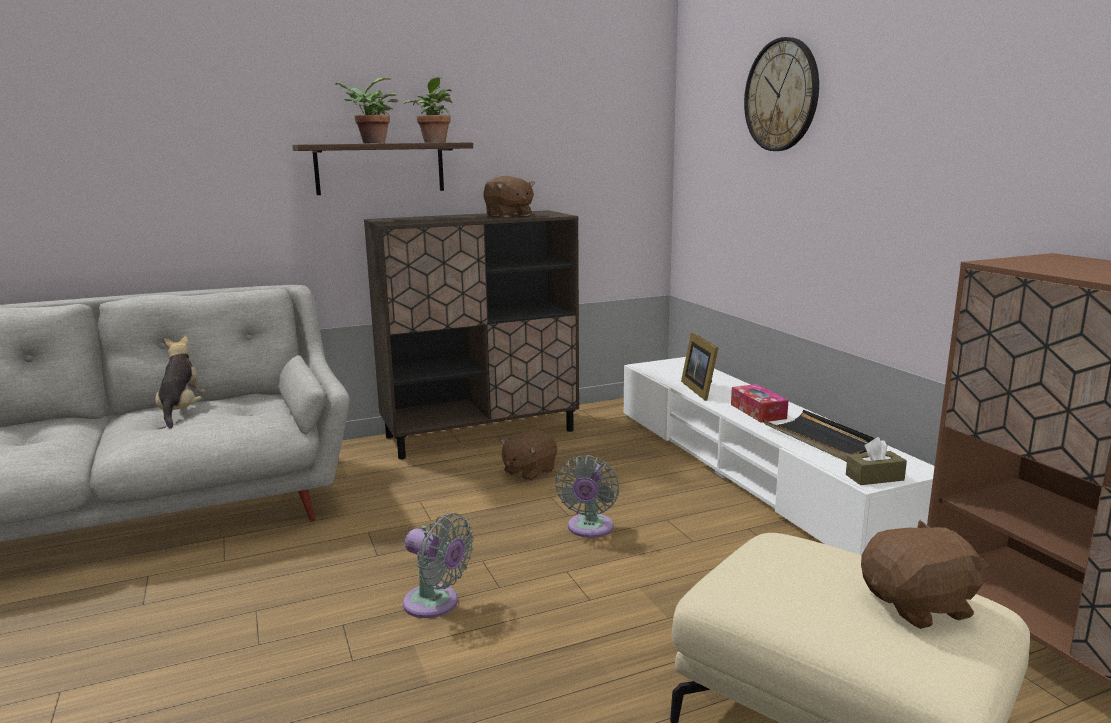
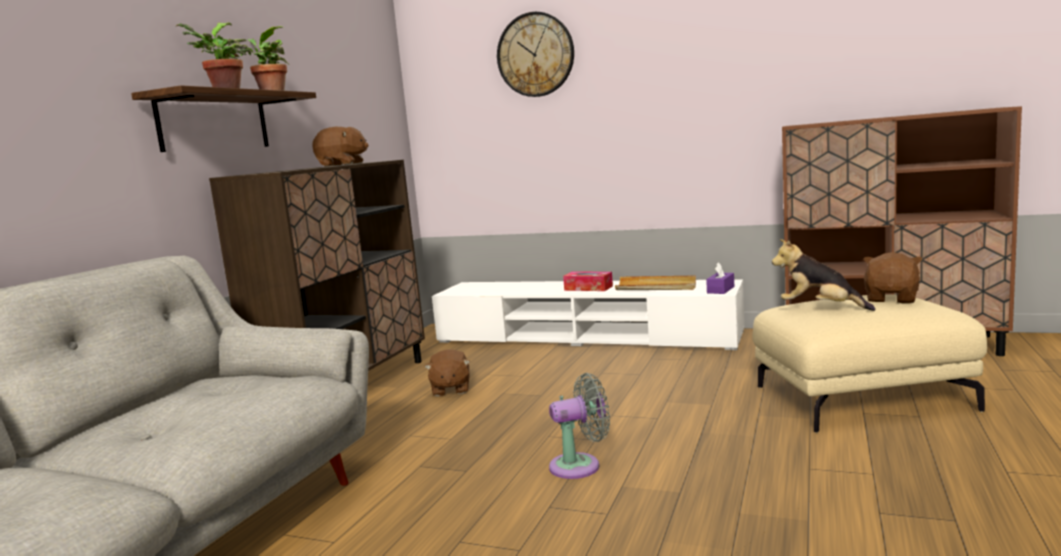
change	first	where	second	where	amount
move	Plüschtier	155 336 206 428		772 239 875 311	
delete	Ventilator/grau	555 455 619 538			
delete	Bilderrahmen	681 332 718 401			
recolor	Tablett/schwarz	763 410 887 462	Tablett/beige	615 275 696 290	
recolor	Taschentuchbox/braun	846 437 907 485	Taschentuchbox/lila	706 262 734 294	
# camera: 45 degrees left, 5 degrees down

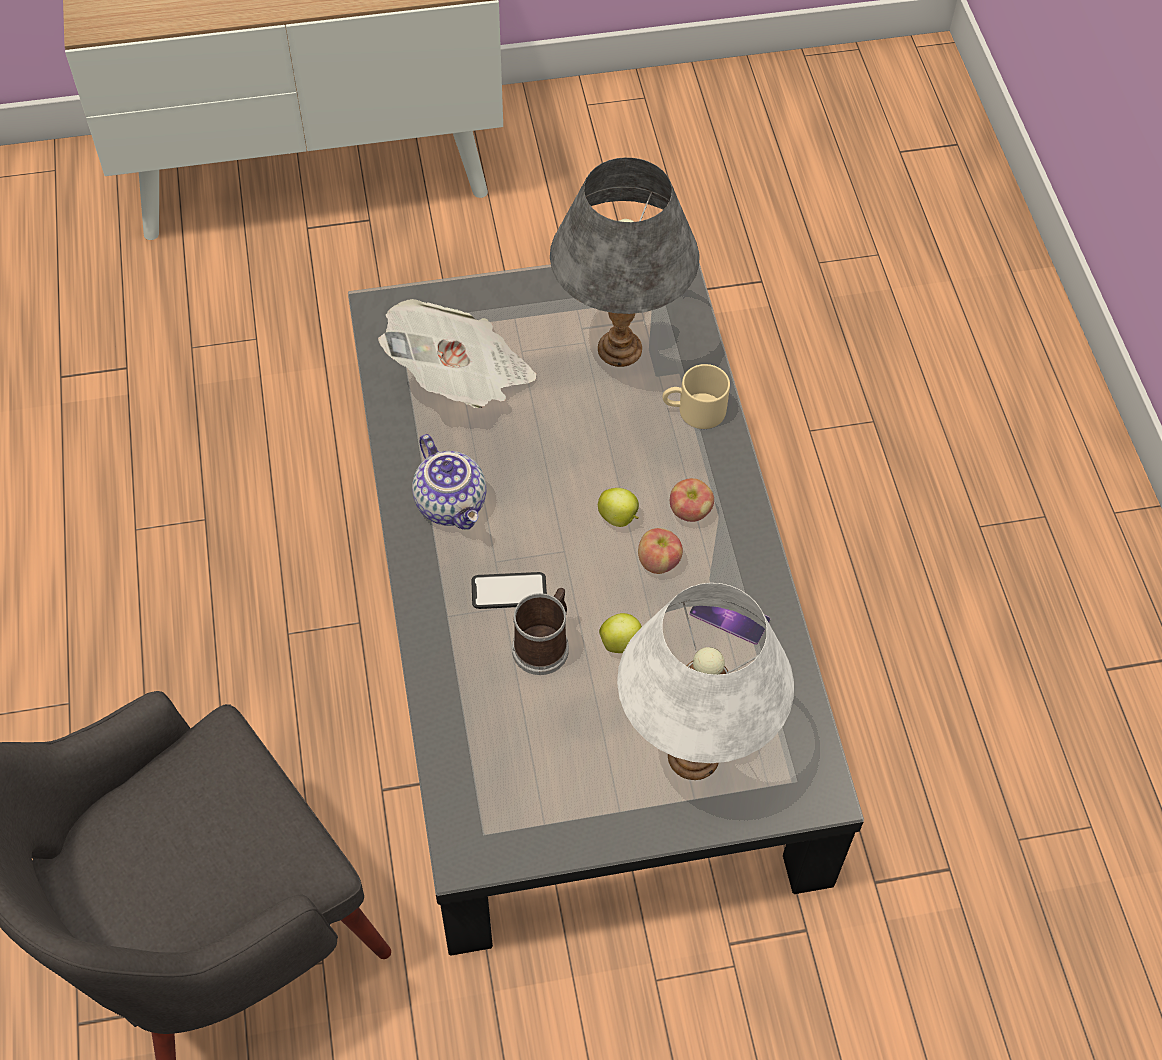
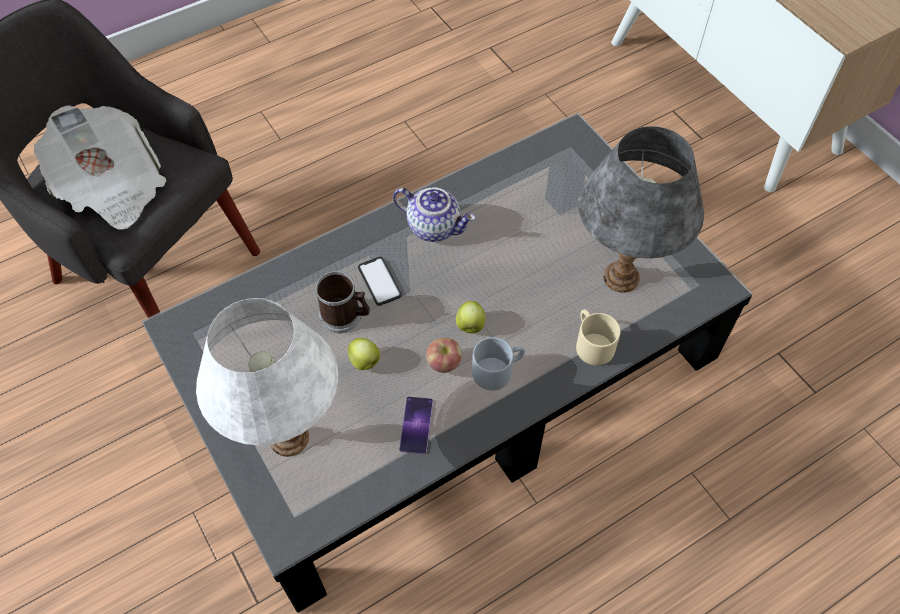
change	first	where	second	where	amount
move	Zeitung	378 299 536 408		34 105 167 230	
rotate	Teekanne	412 434 486 530		393 187 476 242	105 degrees counterclockwise
replace	Apfel	670 478 714 522	Henkelbecher/grau	472 337 525 391	
# camera: 70 degrees right, 0 degrees up

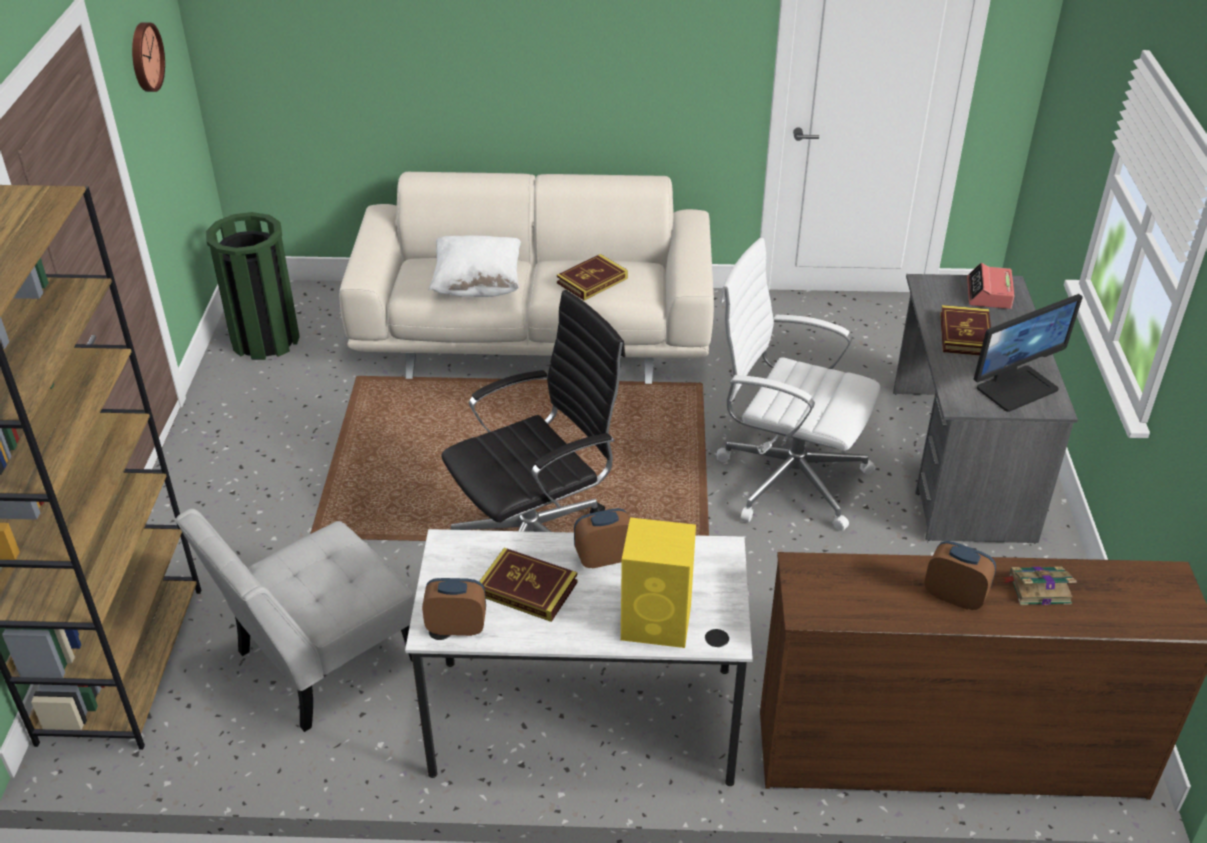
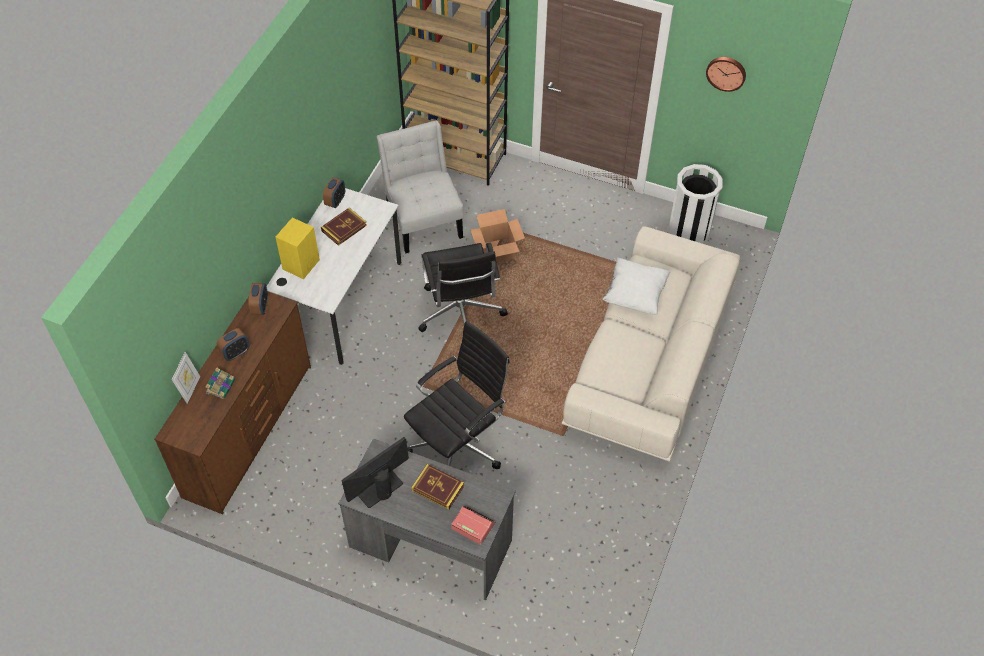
change	first	where	second	where	amount
recolor	Mülleimer/grün	206 212 300 360	Mülleimer/weiß	668 164 722 244	
delete	Buch	557 254 628 300			
move	Wecker	574 508 630 569		248 283 268 315	
recolor	Bürostuhl/weiß	716 238 880 531	Bürostuhl/schwarz	404 321 510 469	
rotate	Monitor	974 294 1083 412		342 437 409 508	60 degrees clockwise
insert			Bilderrahmen	171 352 200 404	
insert			Karton	470 209 525 262	
# camera: 110 degrees right, 15 degrees up

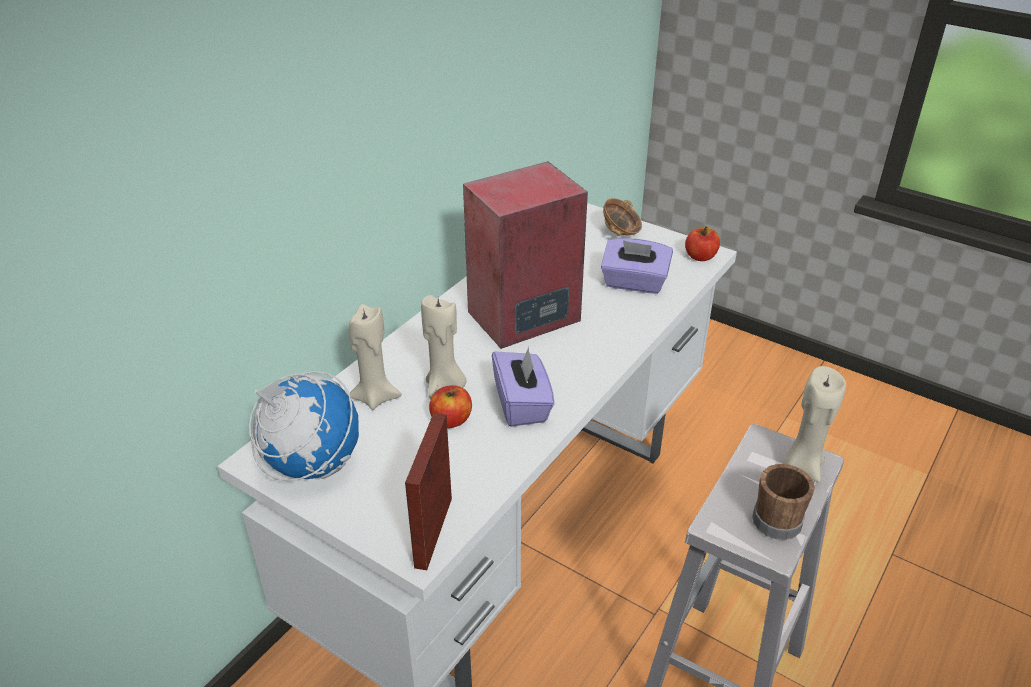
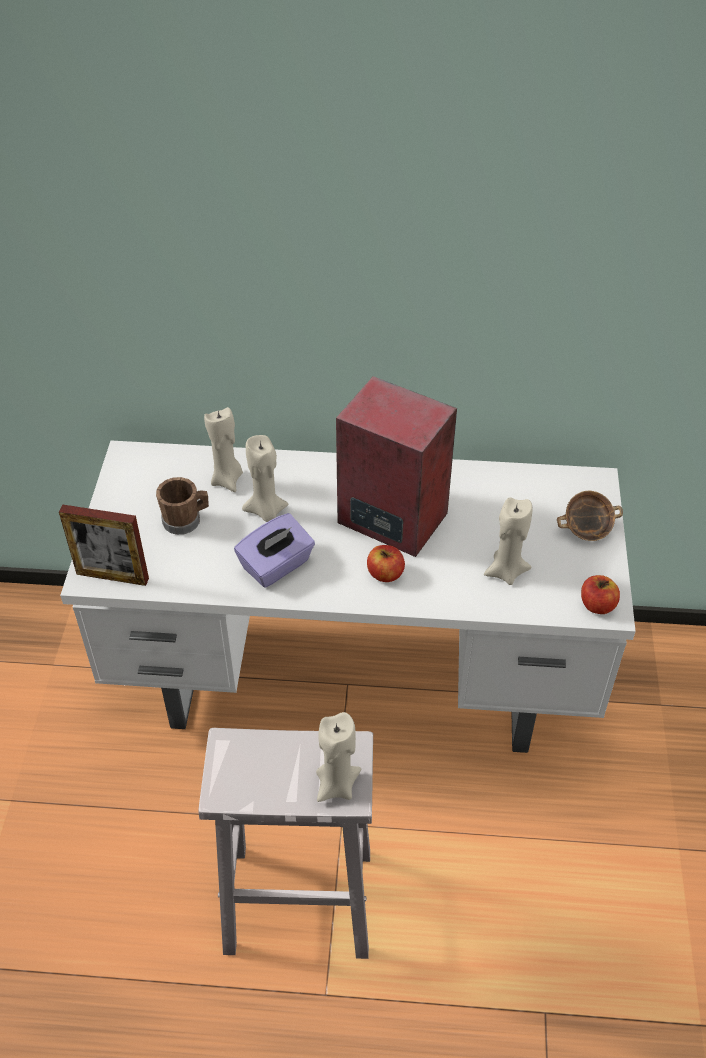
change	first	where	second	where	amount
delete	Globus	249 371 359 482			
rotate	Bilderrahmen	405 413 452 570		59 505 149 586	150 degrees counterclockwise
move	Apfel	429 385 472 428		367 545 405 582	
replace	Taschentuchbox/lila	601 238 673 294	Kerze/beige	484 497 533 585	
move	Henkelbecher/braun	752 464 815 540		156 477 209 535	
# camera: 60 degrees right, 10 degrees up

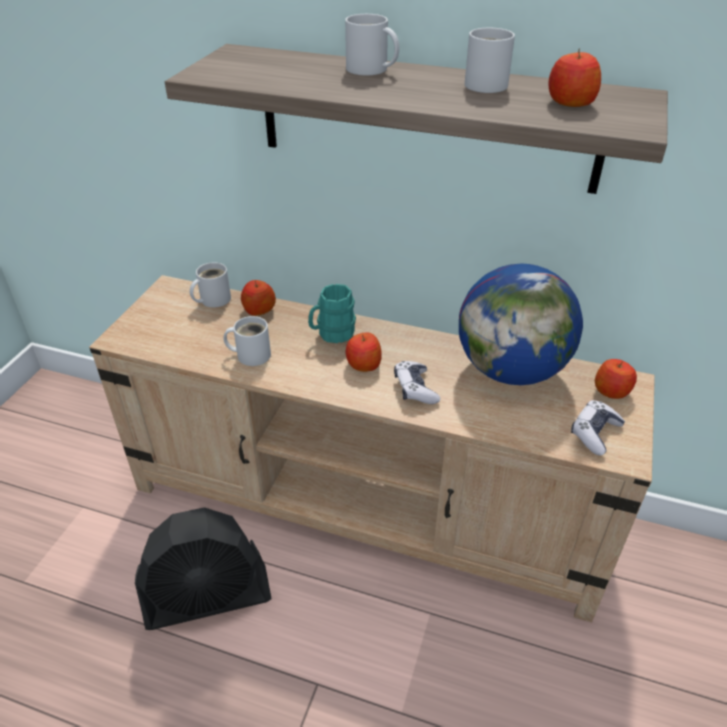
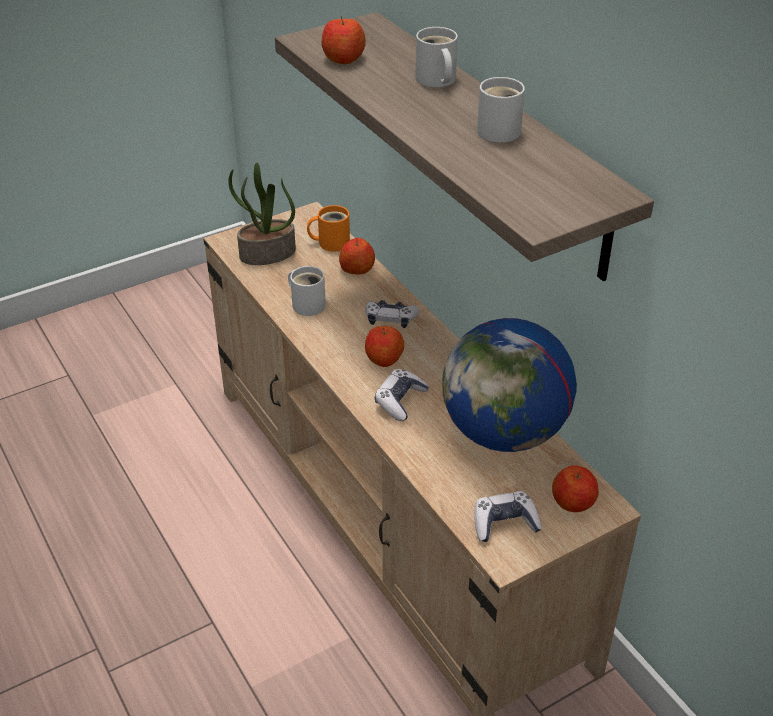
change	first	where	second	where	amount
delete	Ventilator/schwarz	135 507 272 630			
recolor	Henkelbecher/weiß	190 263 231 307	Henkelbecher/orange	307 205 350 252	
replace	Henkelbecher/türkis	308 284 356 343	Gamepad	365 300 419 328	
move	Apfel	548 49 601 107		322 16 366 64	
insert			Topfpflanze	228 163 296 265	
# camera: 40 degrees right, 0 degrees up

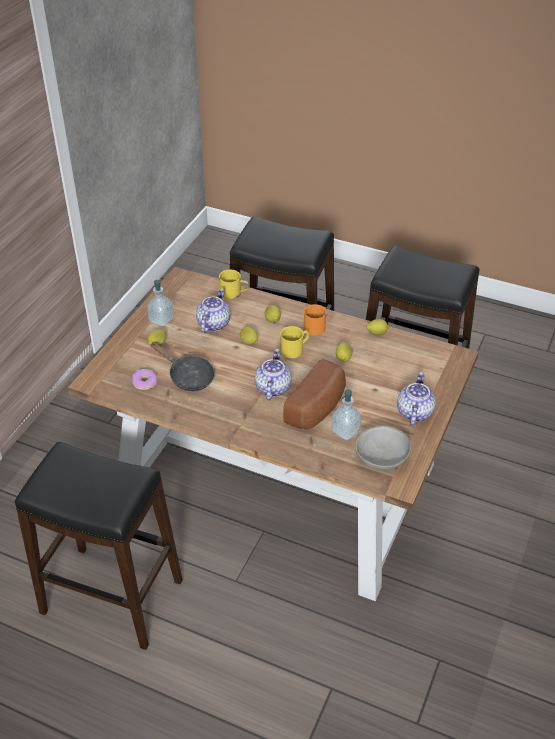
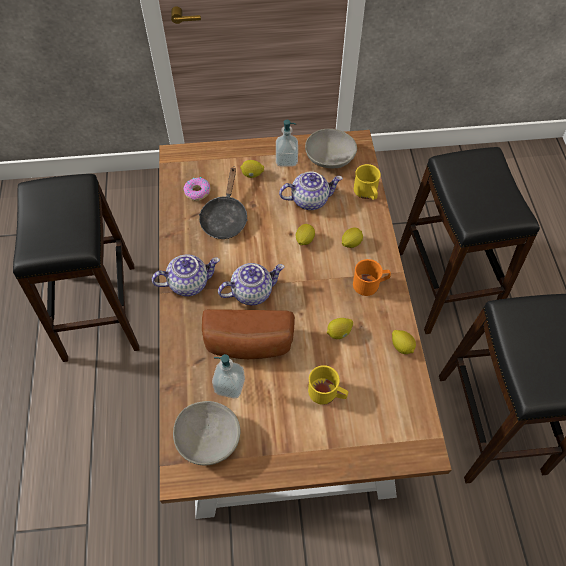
change	first	where	second	where	amount
move	Henkelbecher/gelb	280 326 309 358		308 365 348 405	
move	Teekanne	397 372 436 426		152 254 220 296	
insert			Schüssel/grau	305 129 357 168	
# camera: 60 degrees right, 15 degrees up

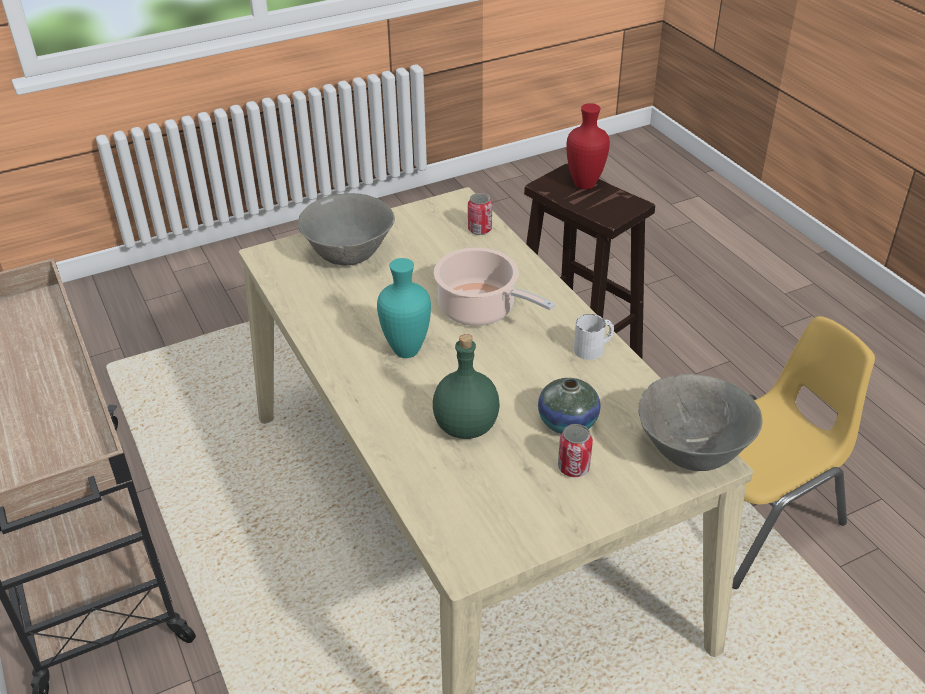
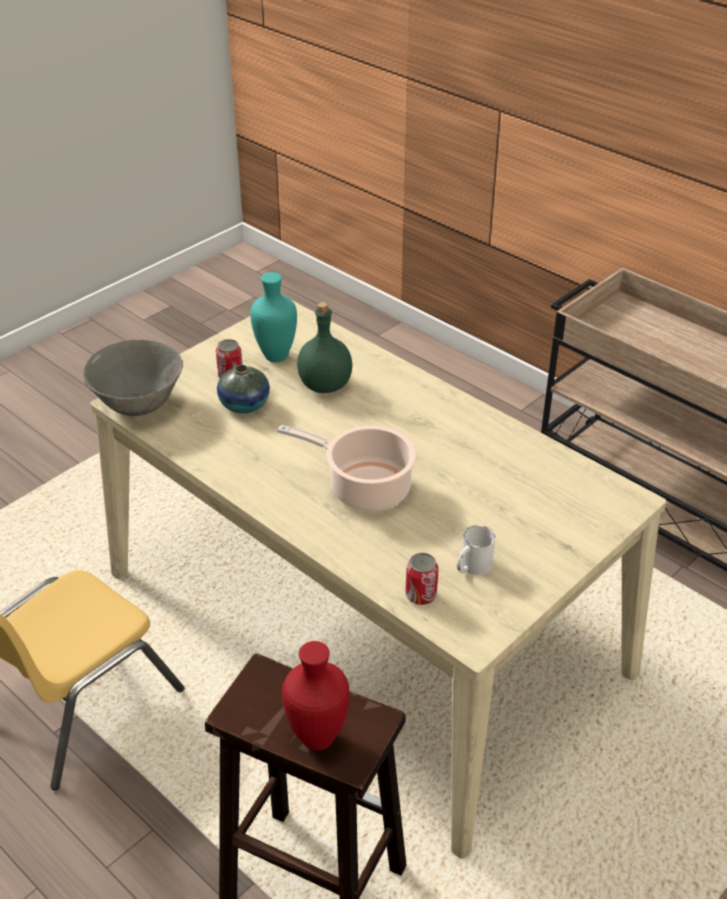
change	first	where	second	where	amount
delete	Schüssel/grau	298 193 395 266			
move	Vase/türkis	377 258 431 358		250 272 297 362	
move	Henkelbecher/weiß	574 314 614 360		457 525 495 575	
# camera: 160 degrees right, 0 degrees up

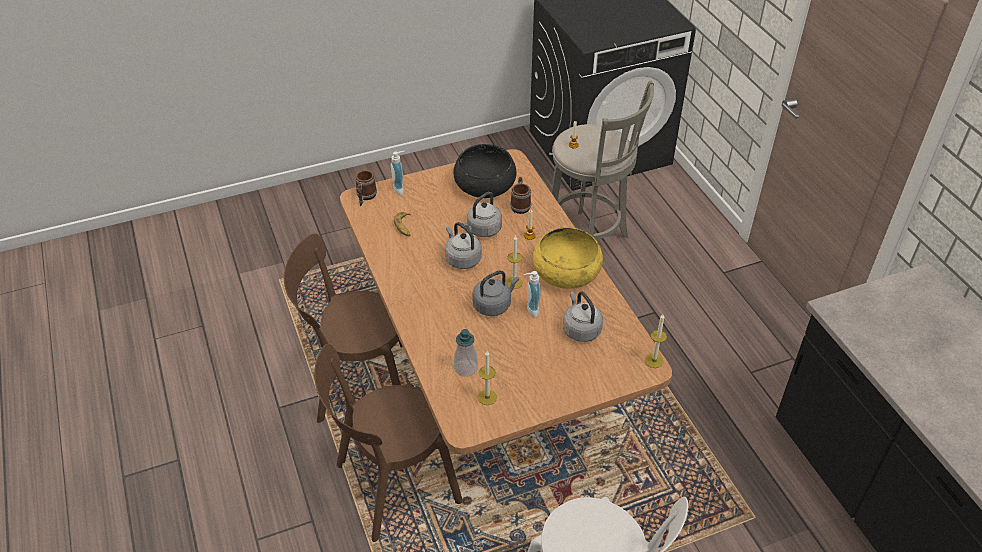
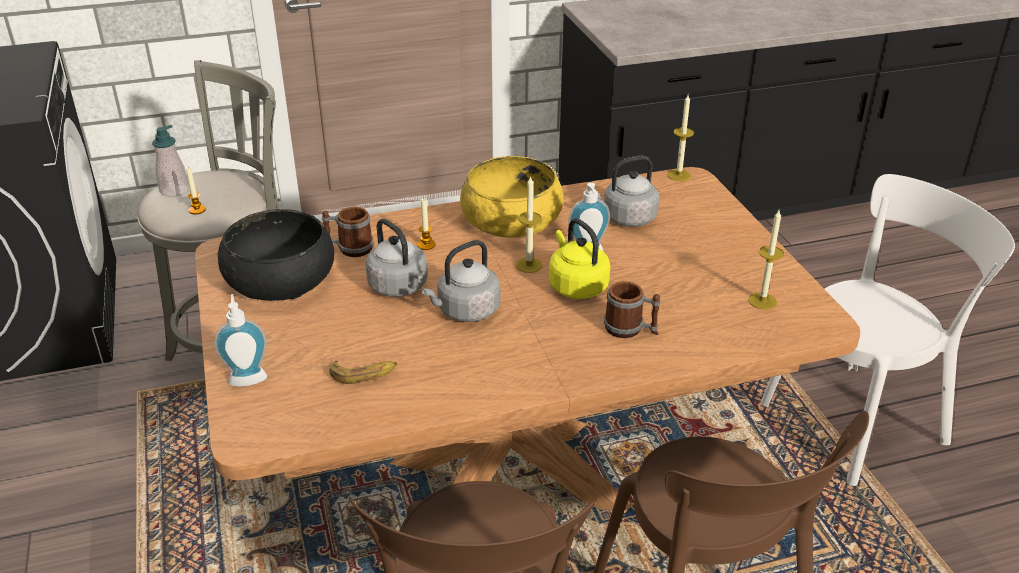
change	first	where	second	where	amount
move	Henkelbecher	355 170 377 206		604 281 661 338	
move	Seifenspender	454 329 478 377		152 125 189 197	
recolor	Wasserkessel/grau	472 270 519 316	Wasserkessel/gelb	549 218 610 299	
# camera: 85 degrees left, 10 degrees down

